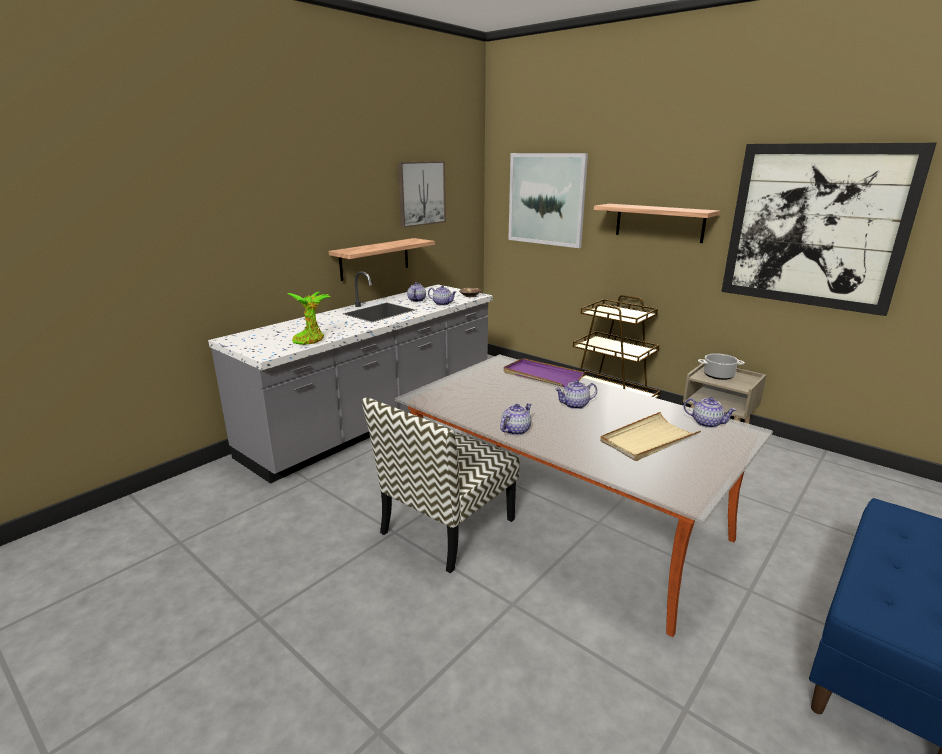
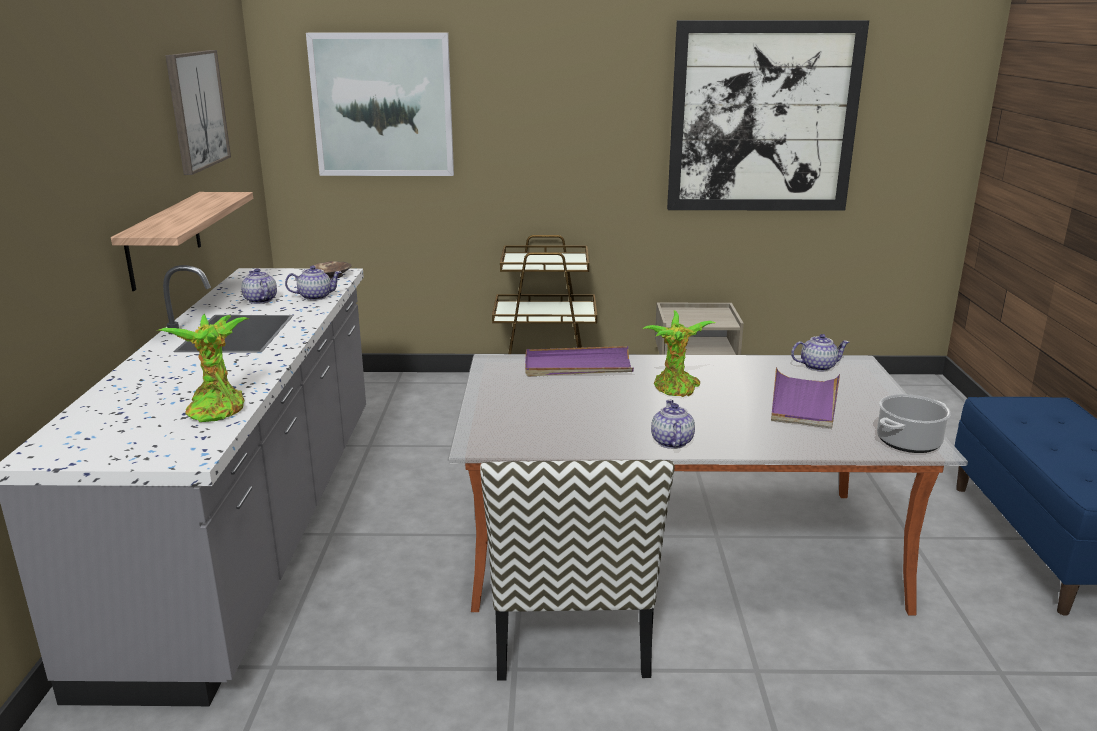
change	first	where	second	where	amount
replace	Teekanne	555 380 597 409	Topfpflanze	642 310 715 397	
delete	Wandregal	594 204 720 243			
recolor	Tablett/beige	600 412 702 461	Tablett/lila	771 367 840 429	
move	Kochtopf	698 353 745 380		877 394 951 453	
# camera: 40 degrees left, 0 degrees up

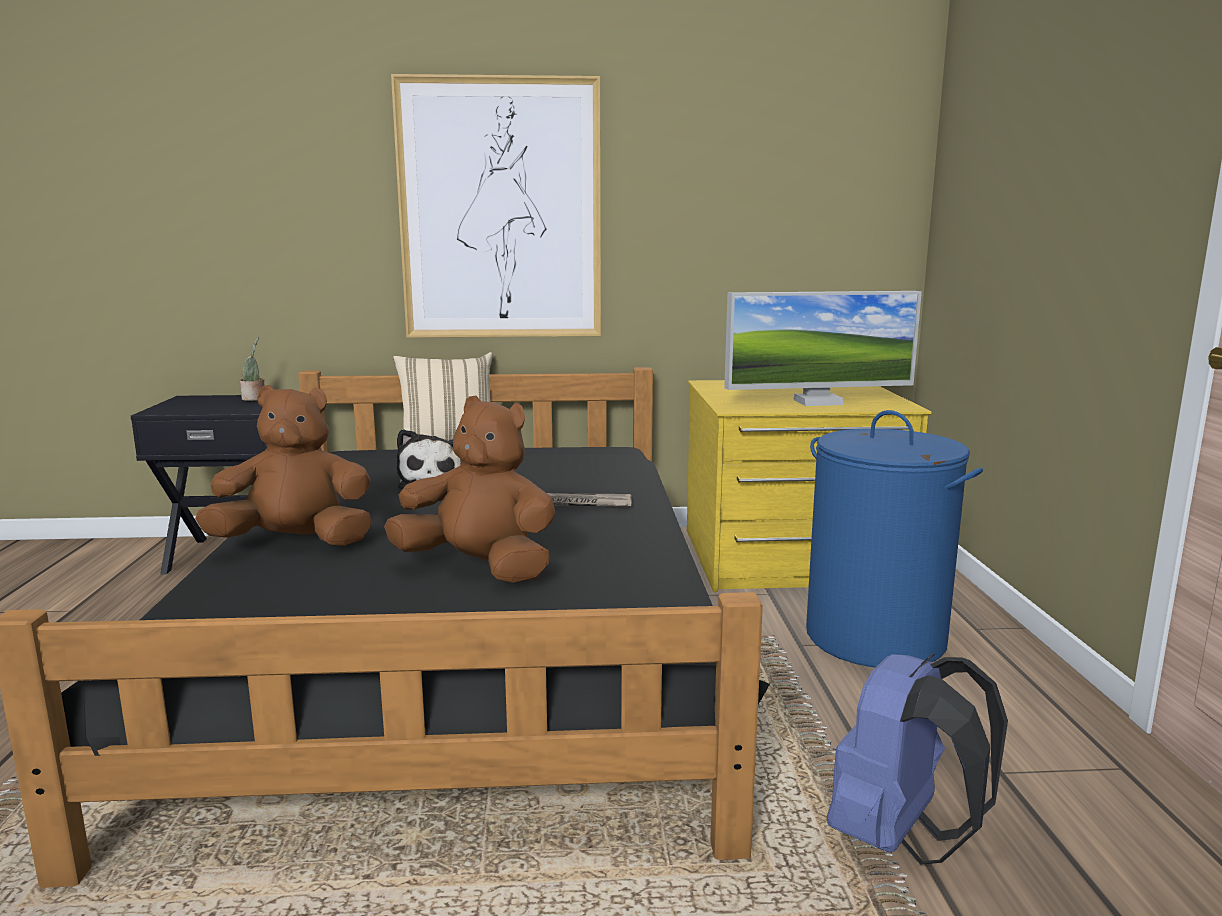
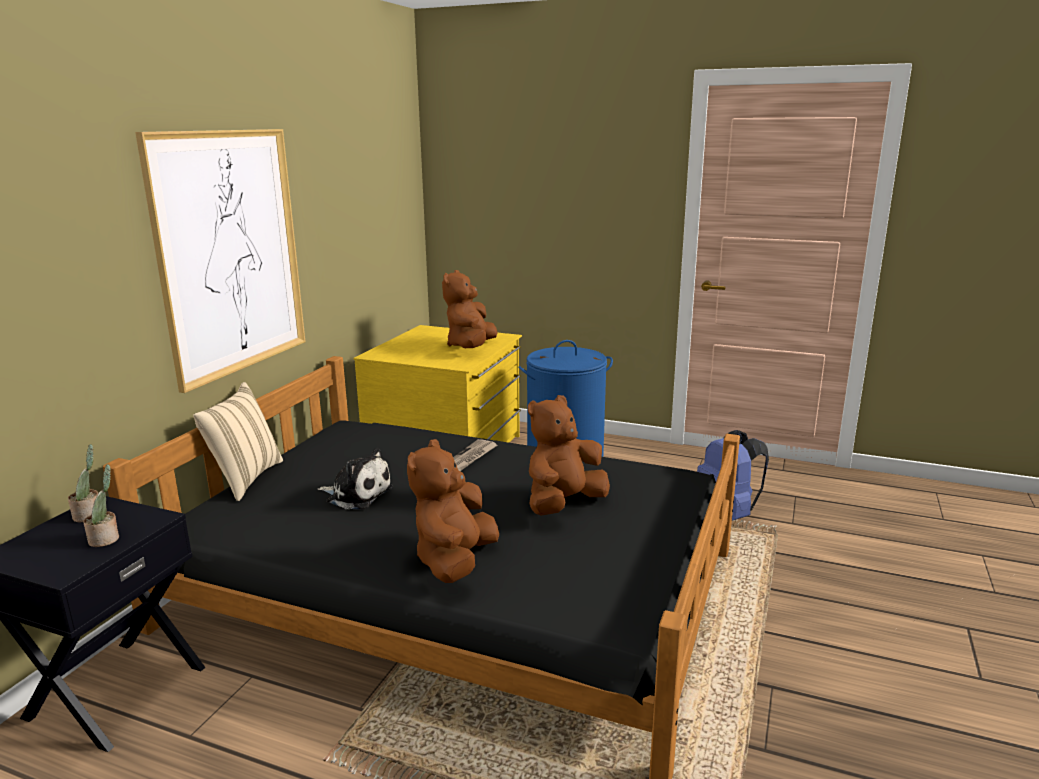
change	first	where	second	where	amount
replace	Monitor	724 291 922 406	Plüschtier/braun	442 270 498 348	
insert			Topfpflanze	83 464 119 547	
# camera: 65 degrees left, 5 degrees up

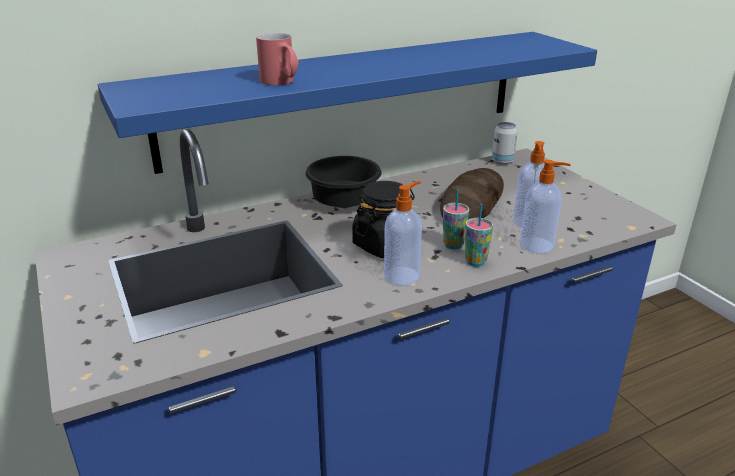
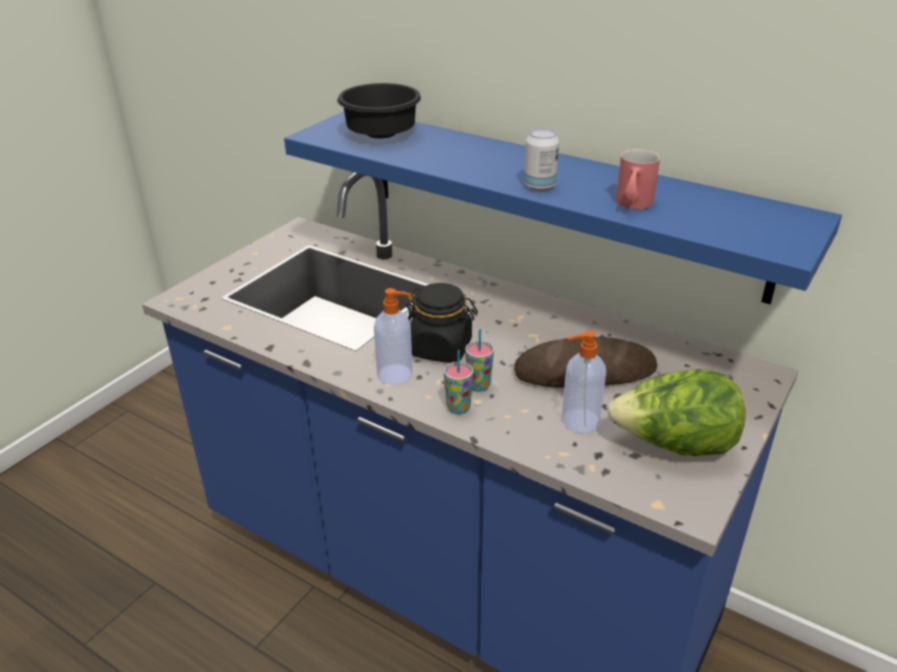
change	first	where	second	where	amount
move	Henkelbecher/rot	256 33 299 85		616 149 660 210	
move	Schüssel/schwarz	306 156 382 208		337 83 421 139	
move	Dose	492 122 518 165		524 128 559 191	
delete	Seifenspender	520 160 571 253			
insert			Salatkopf	607 369 746 456	
# camera: 60 degrees right, 5 degrees up

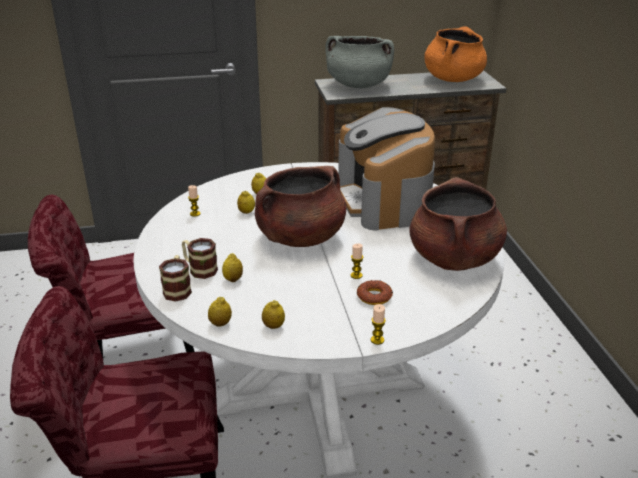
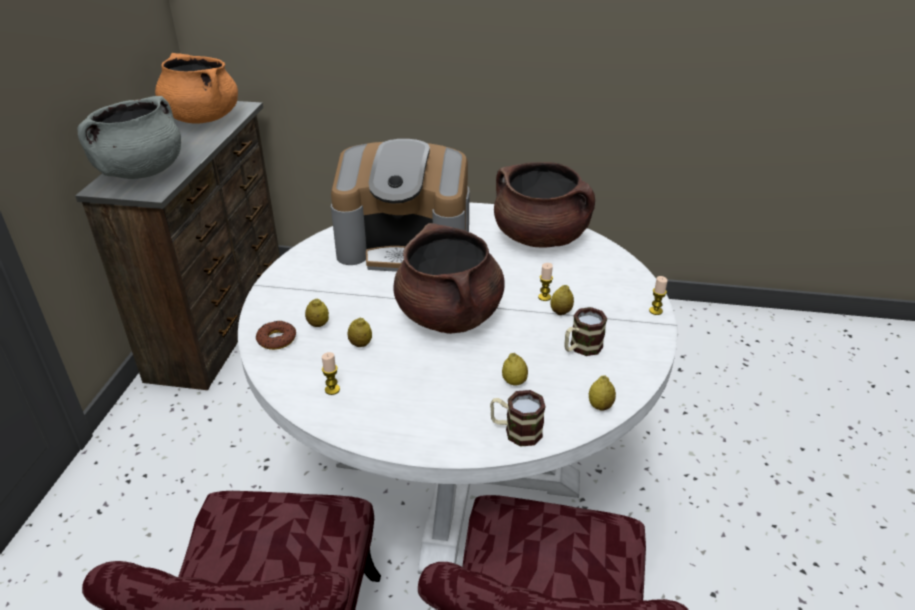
change	first	where	second	where	amount
move	Henkelbecher	182 238 218 279		564 307 607 356	
move	Zitrone	262 300 285 329		550 285 574 315	
move	Donut	357 280 393 305		256 321 296 350	
# camera: 70 degrees left, 5 degrees up

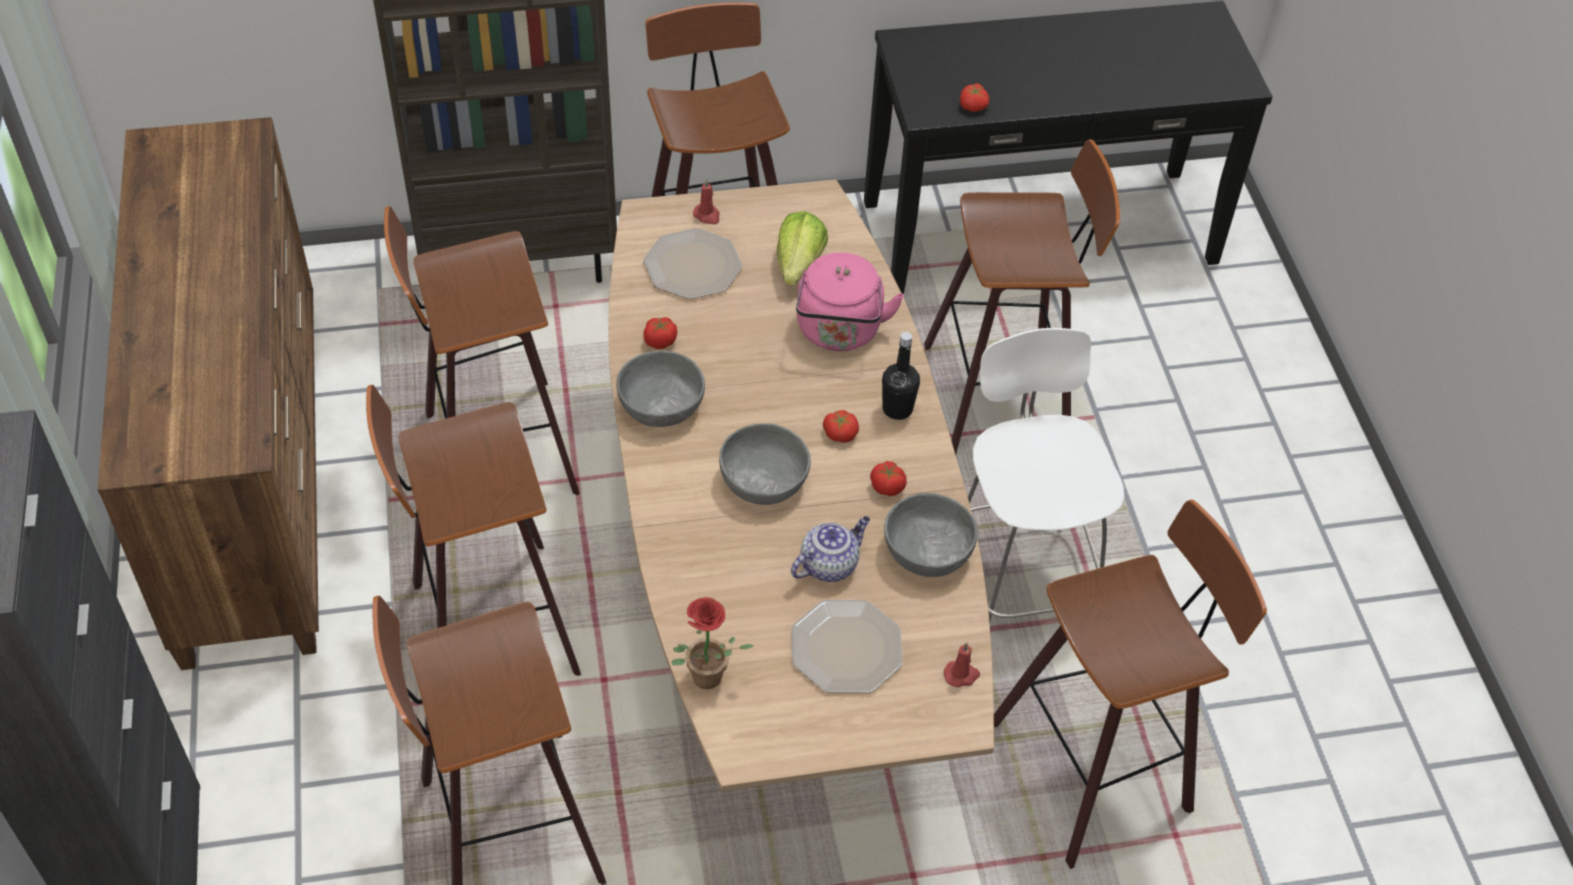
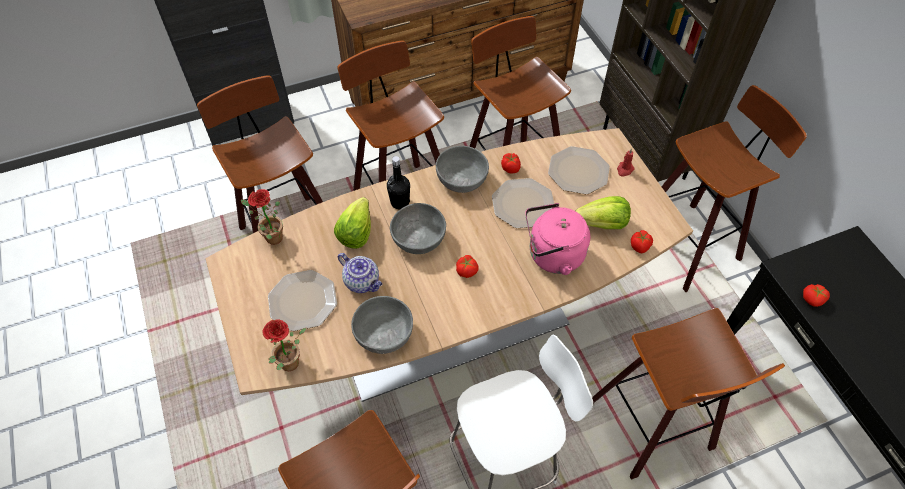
change	first	where	second	where	amount
move	Tomate	870 461 907 496		631 230 653 253	
move	Flasche/schwarz	882 332 920 420		387 156 410 209	
replace	Kerze/rot	944 642 980 687	Topfpflanze	262 319 307 372	
insert			Salatkopf	334 197 371 249	
insert			Teller	492 178 554 228	
# camera: 80 degrees right, 5 degrees up

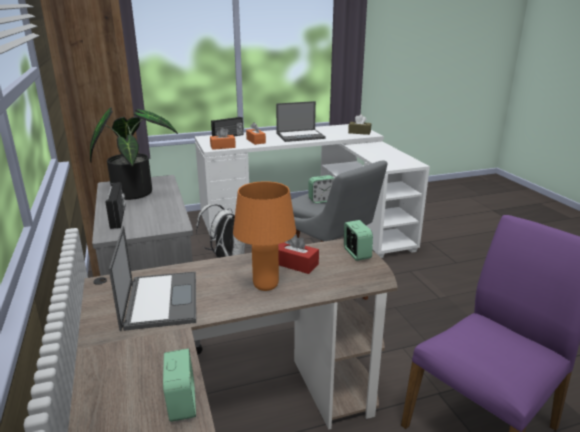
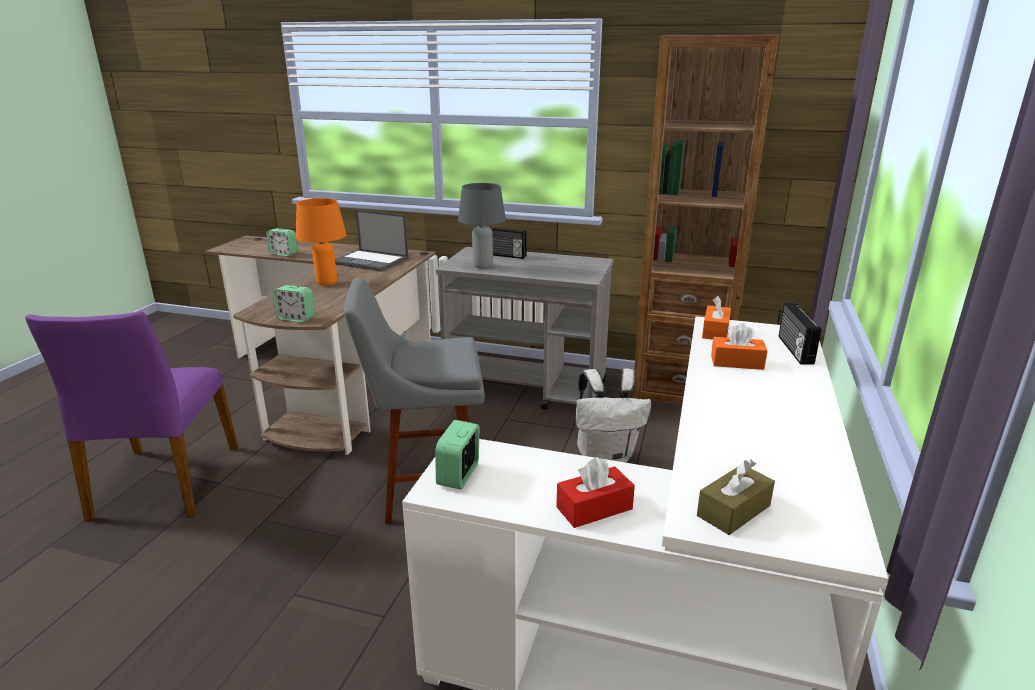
change	first	where	second	where	amount
delete	Topfpflanze	90 108 178 200			
delete	Laptop	276 101 326 142			
move	Taschentuchbox/rot	278 234 319 274		556 457 635 528	
move	Wecker	309 175 335 203		435 420 479 489	
insert			Tischlampe/grau	458 183 506 269	
# camera: 125 degrees right, 0 degrees up

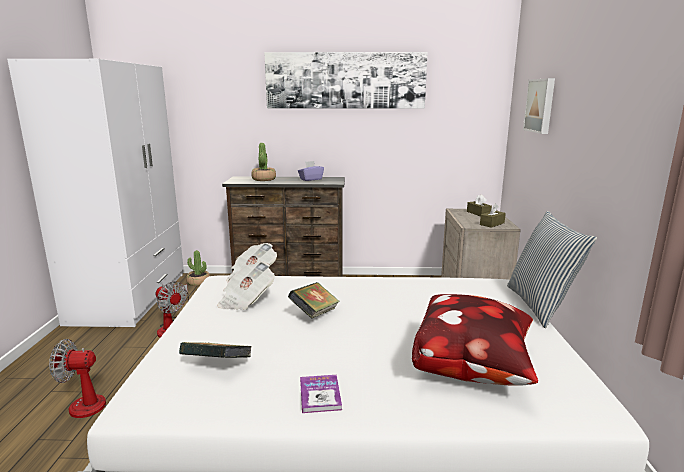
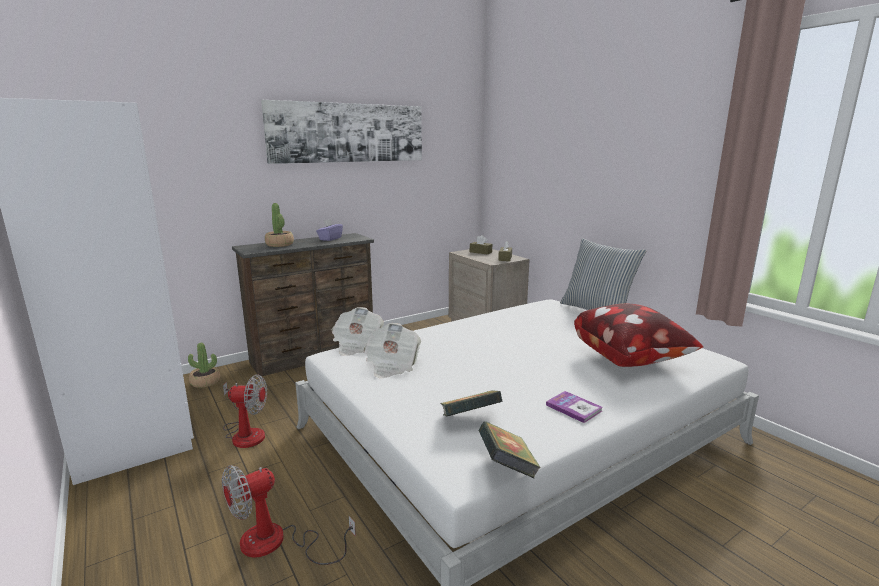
change	first	where	second	where	amount
move	Buch	288 282 340 319		478 421 541 479	
delete	Bild	523 78 555 134			
# camera: 35 degrees left, 0 degrees up

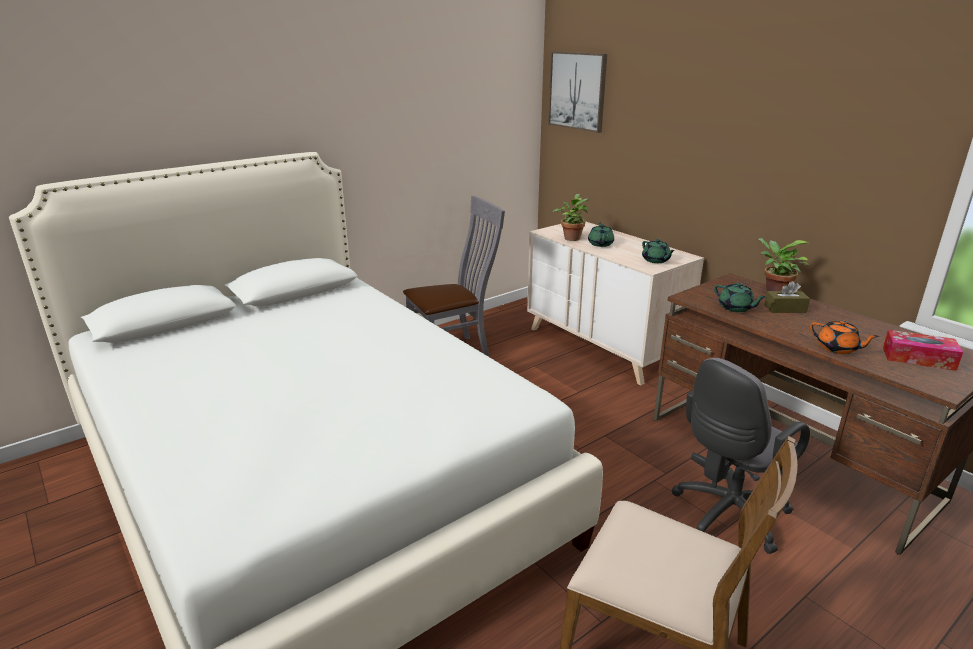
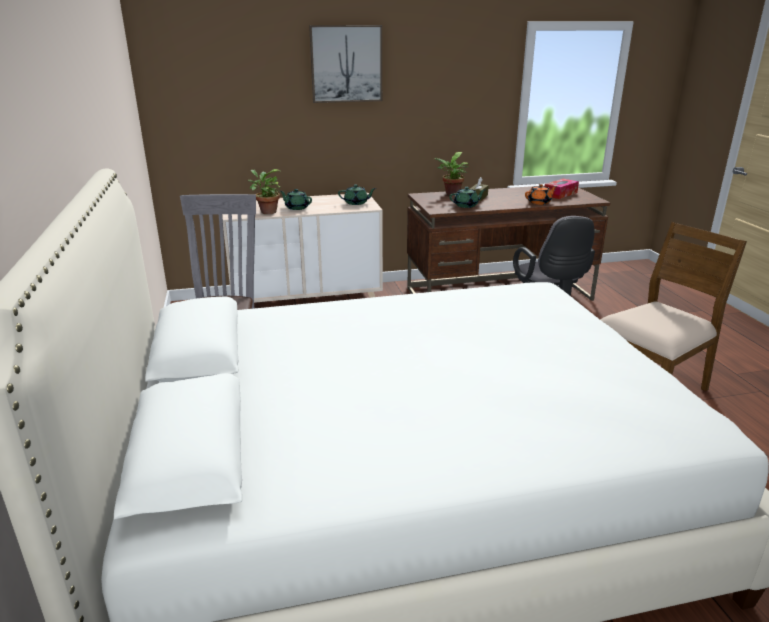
change	first	where	second	where	amount
move	Bild	548 51 607 133		309 25 382 103	
# camera: 65 degrees left, 0 degrees up

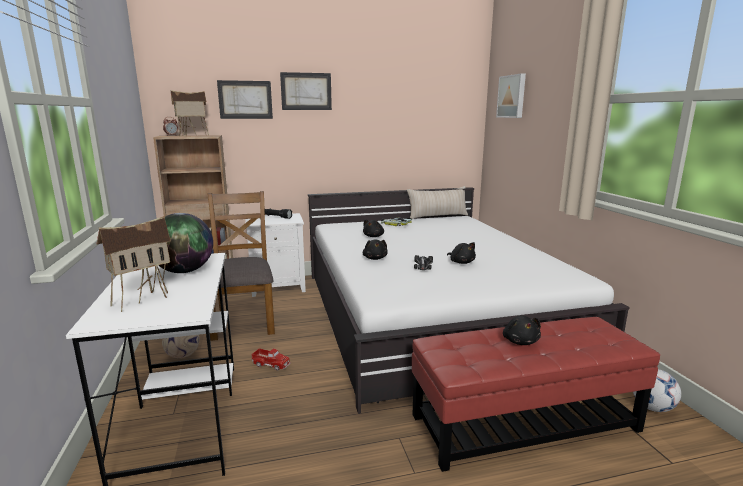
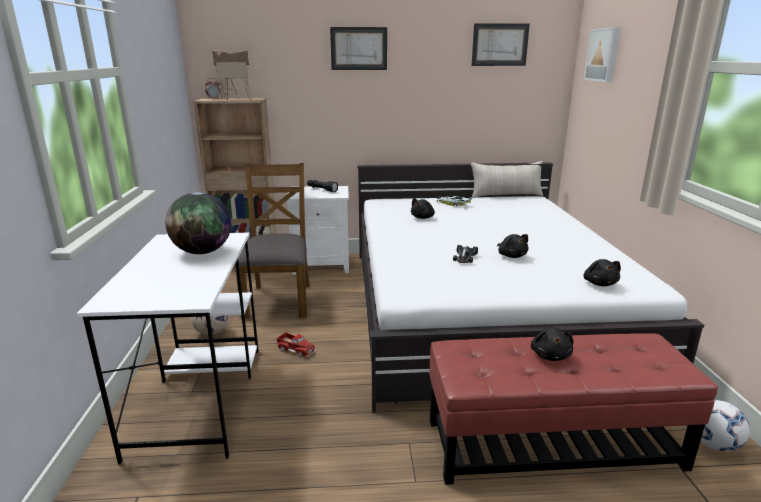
change	first	where	second	where	amount
delete	Spielzeughaus	97 216 171 312			
move	Bild	217 80 273 119		472 23 530 66	
move	Plüschtier/schwarz	363 239 388 260		584 259 621 286	
# camera: 10 degrees right, 5 degrees up

